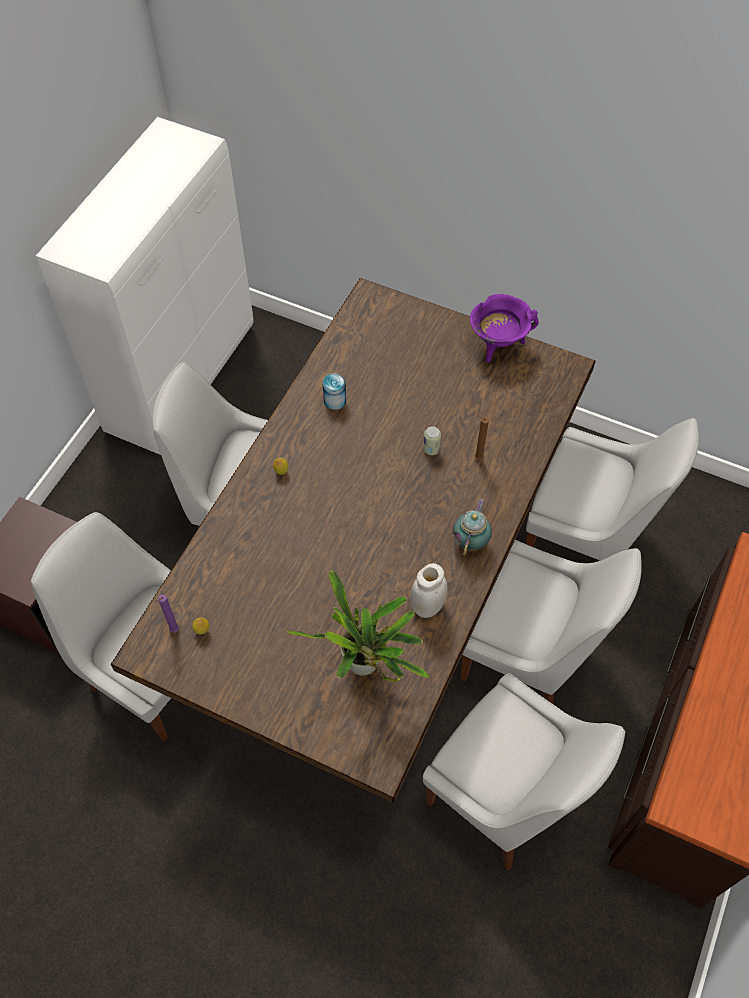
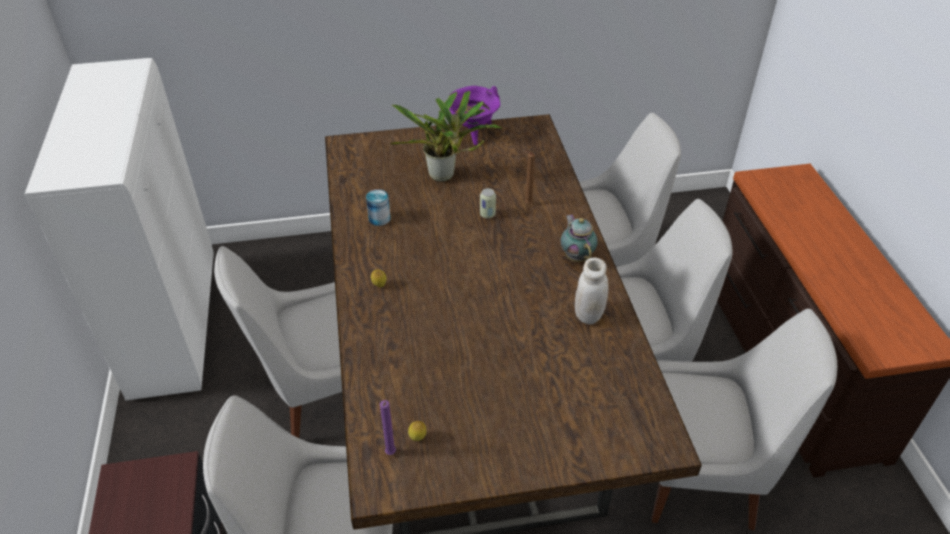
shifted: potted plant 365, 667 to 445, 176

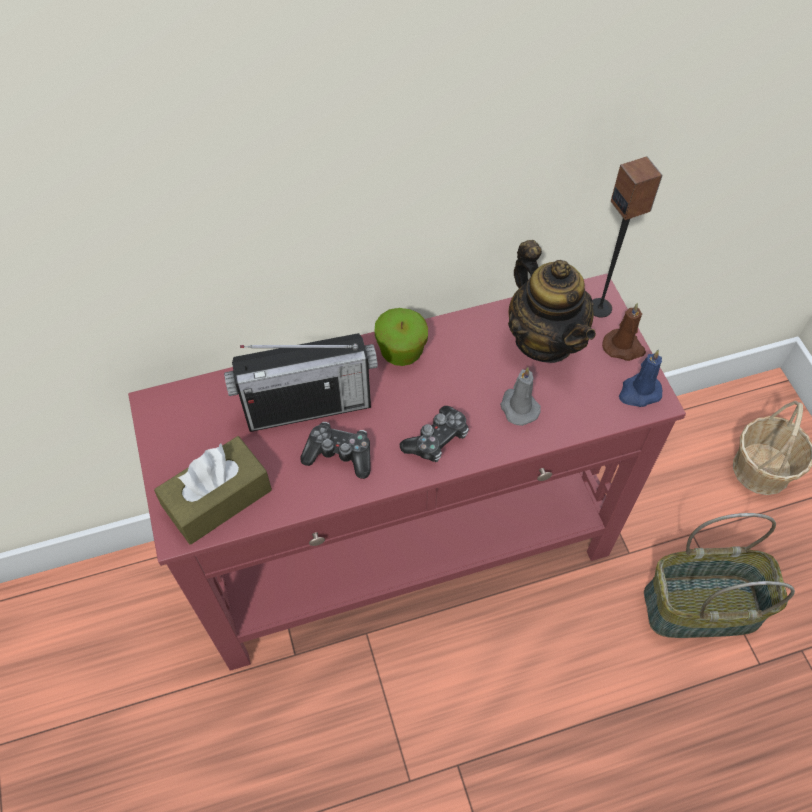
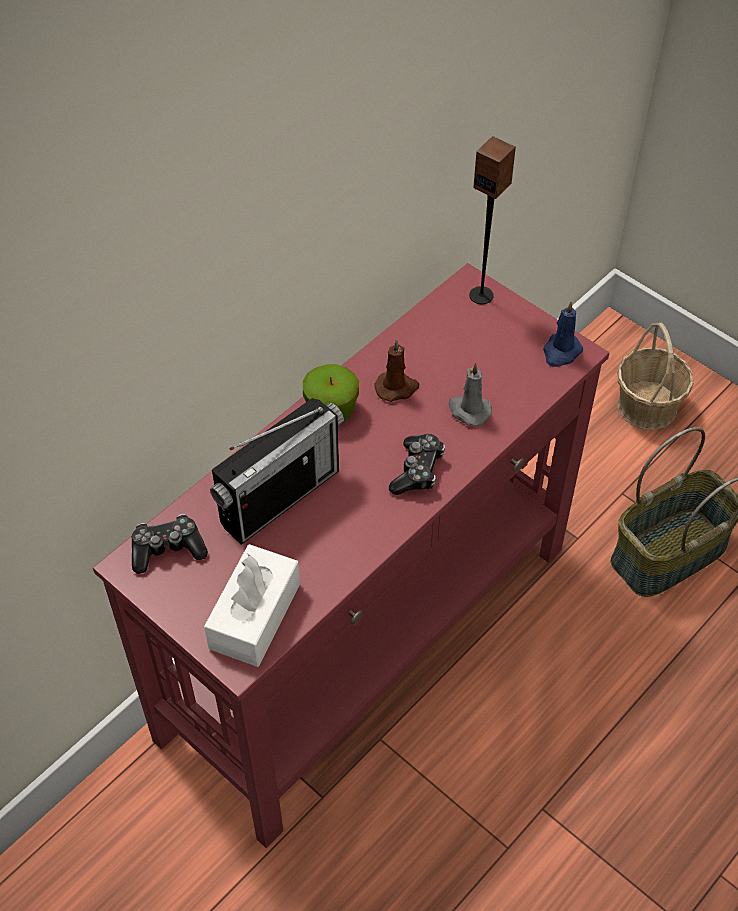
gone: teapot 544, 339
shifted: game controller 339, 454 to 167, 549; brown candle 623, 347 to 397, 388
repainted: brown tissue box 218, 499 to white tissue box 255, 616

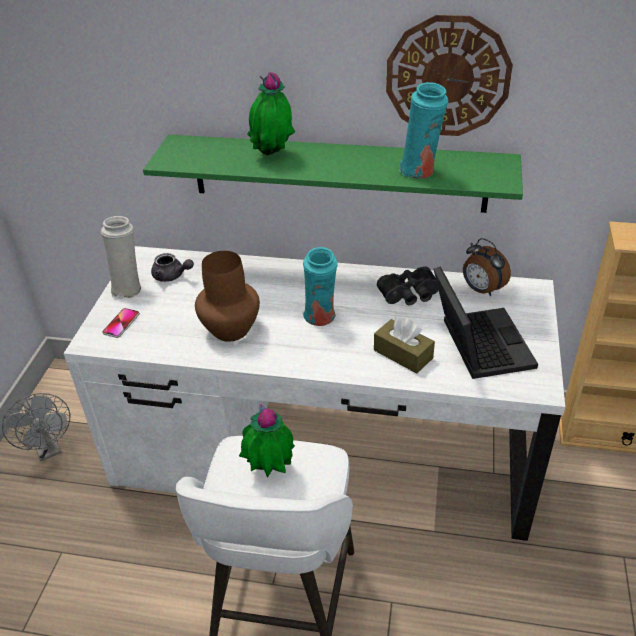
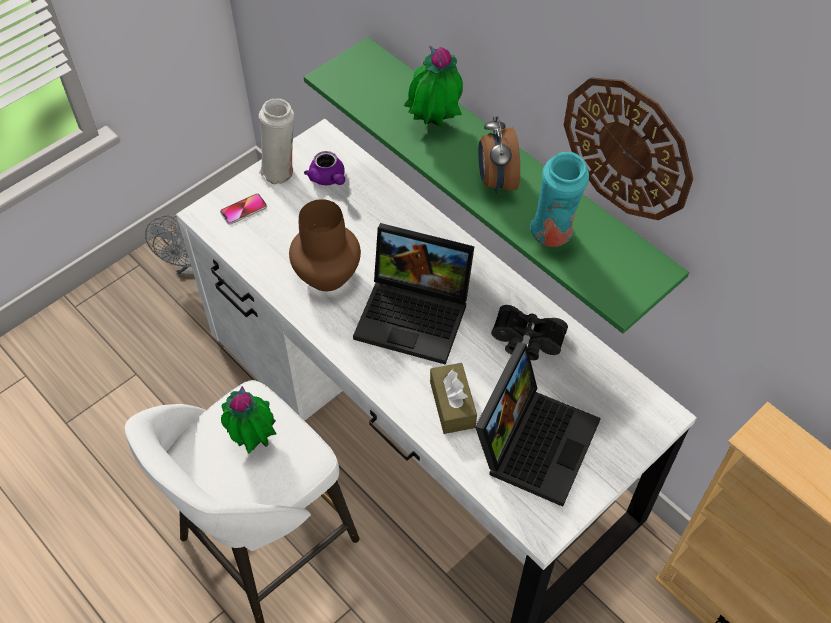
shifted: alarm clock 481, 290 to 496, 181
swapped: turquoise vase 321, 318 to laptop 416, 314
repainted: grey teapot 172, 276 to purple teapot 328, 179

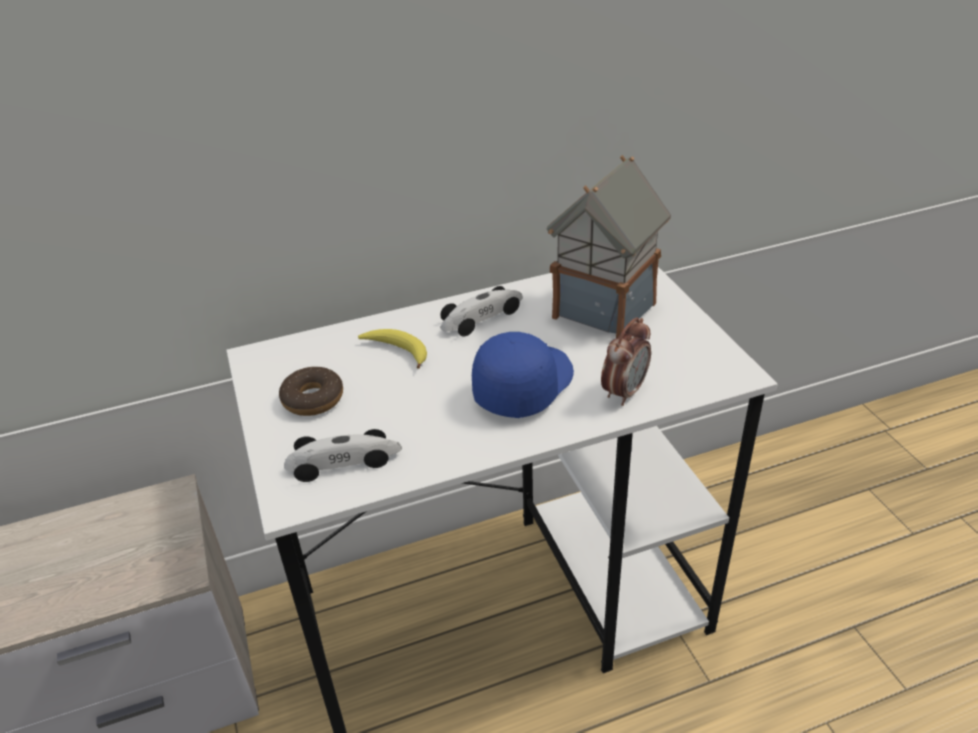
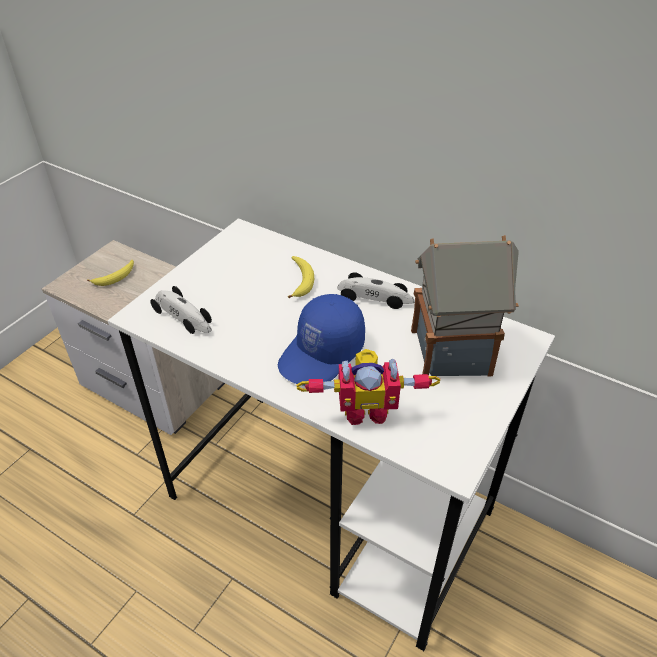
gone: donut 313, 399
new: banana 115, 277
swapped: alarm clock 624, 392 to toy robot 365, 409
rotated: blue cap 523, 385 = 322, 354 135 degrees clockwise

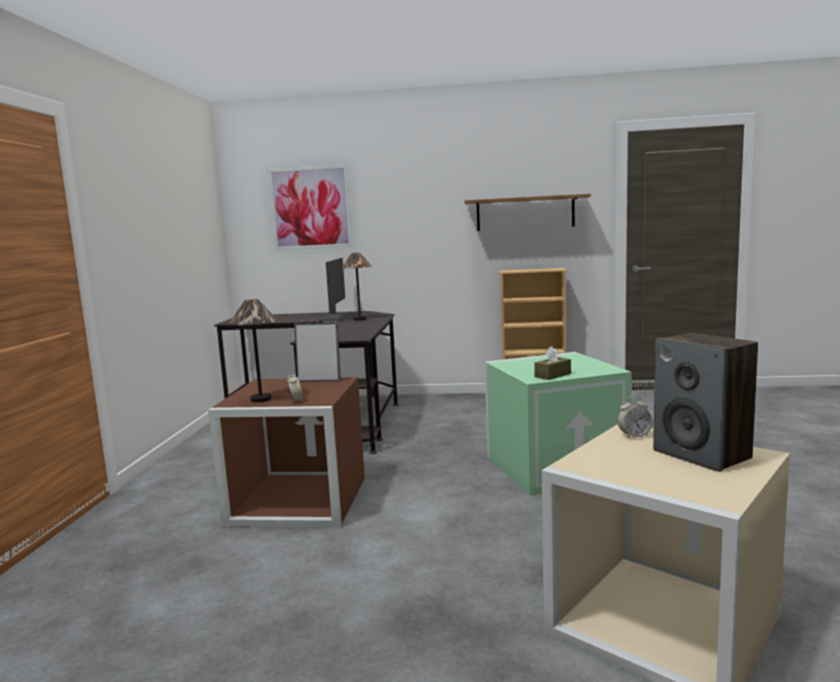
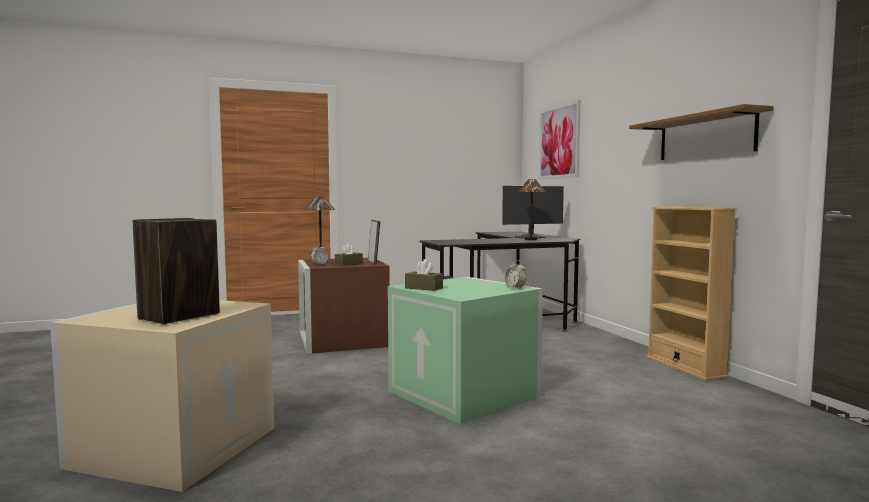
new: brown tissue box 349, 264
shifted: alarm clock 634, 435 to 515, 288

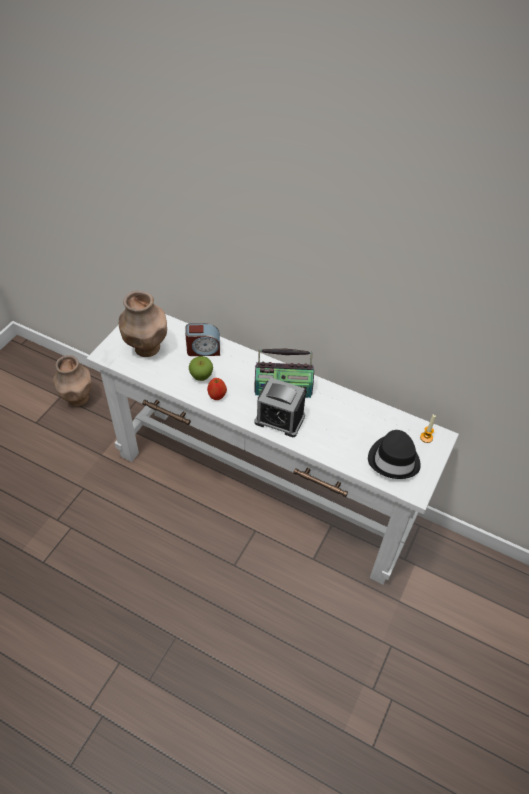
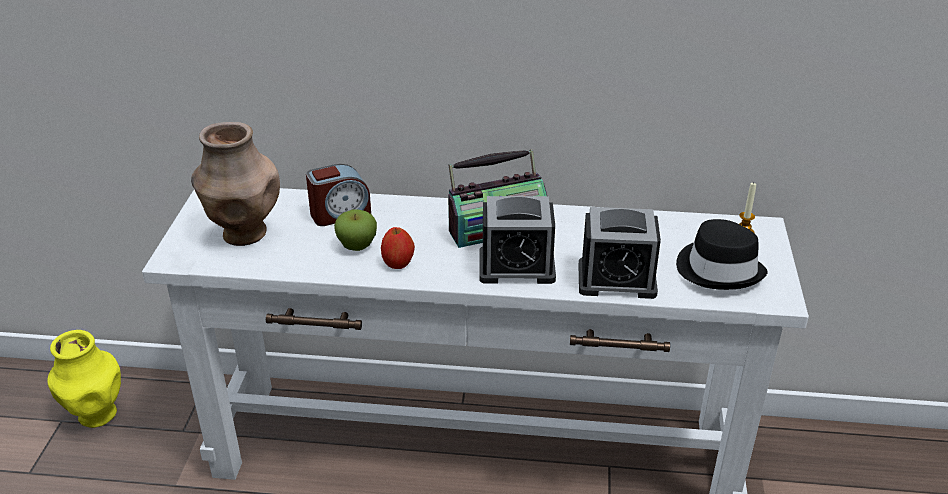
new: alarm clock 616, 280
repainted: brown vase 78, 399 to yellow vase 96, 415

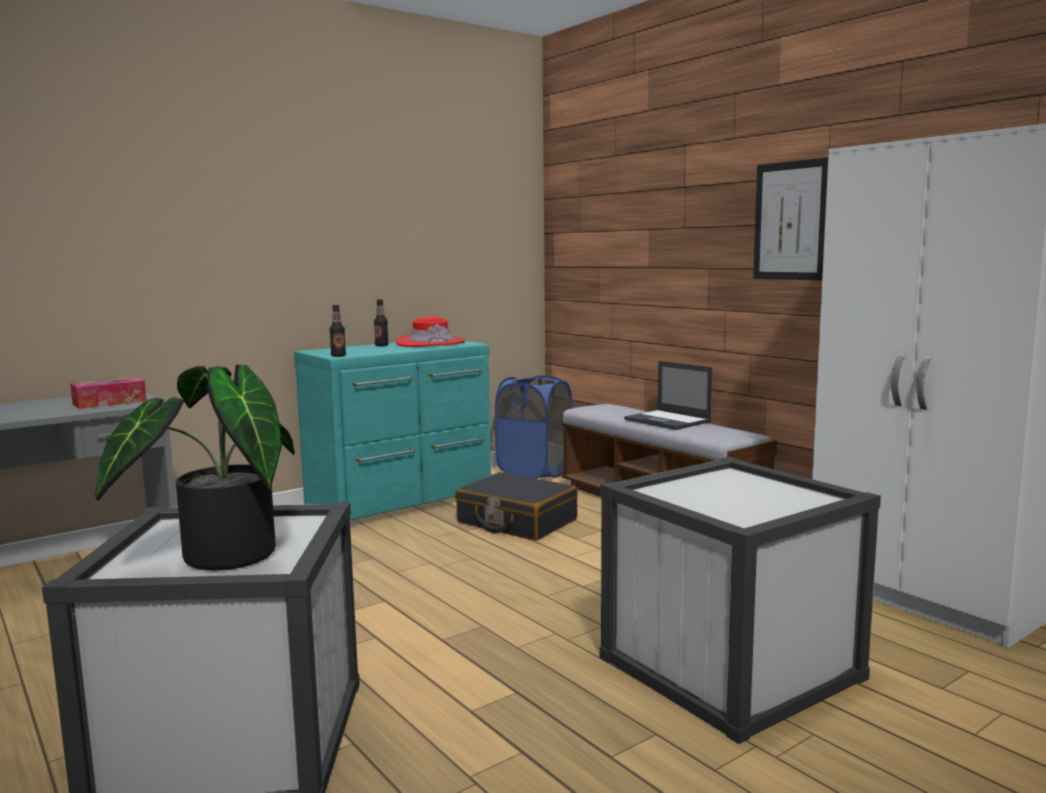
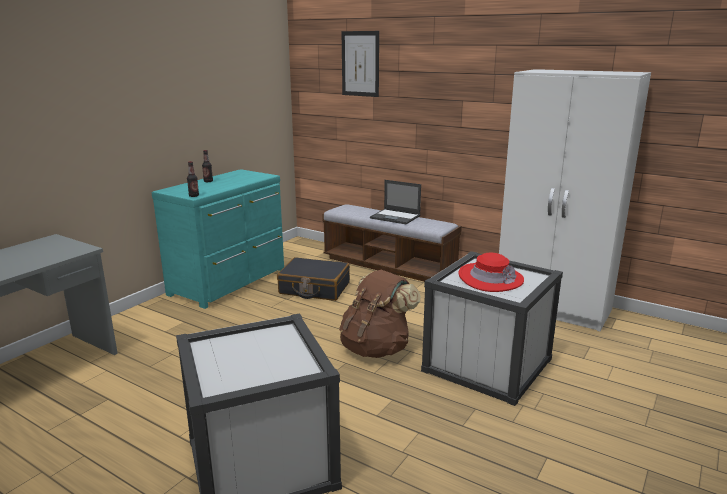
gone: tissue box 109, 402; potted plant 218, 556; blue laundry basket 535, 472
new: brown backpack 376, 348
shifted: red hat 430, 343 to 490, 278; picture 790, 221 to 360, 64

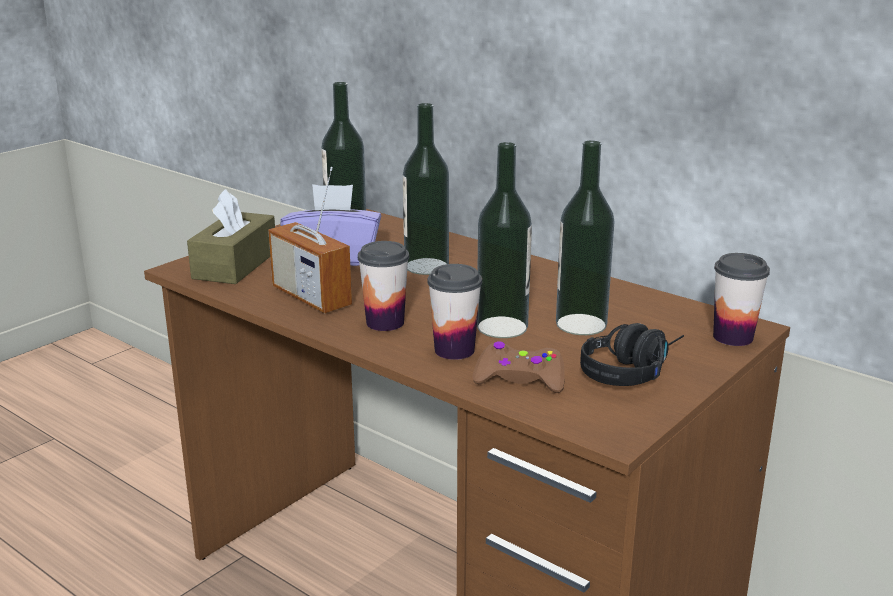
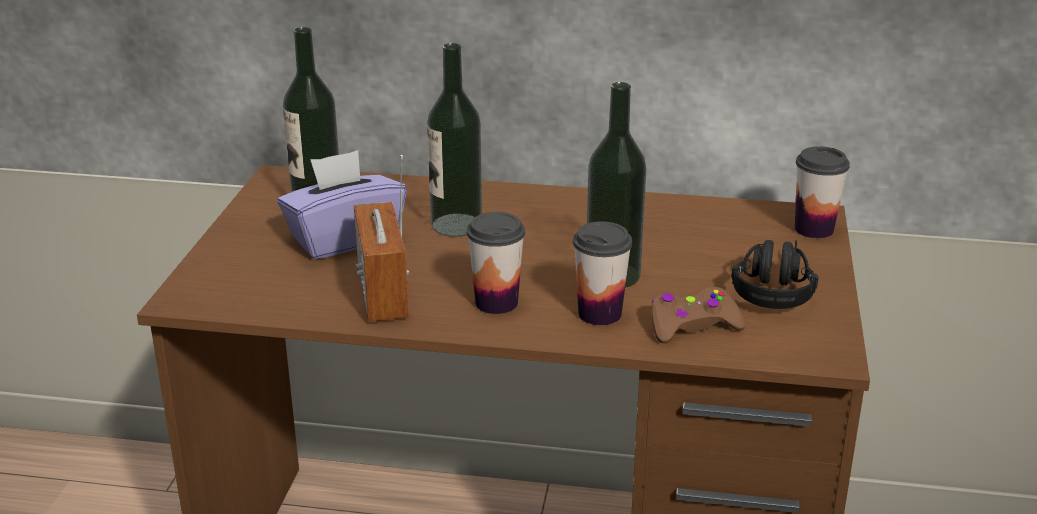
gone: brown tissue box 235, 265; bottle 581, 324
rotated: radio 311, 297 = 382, 295 60 degrees clockwise

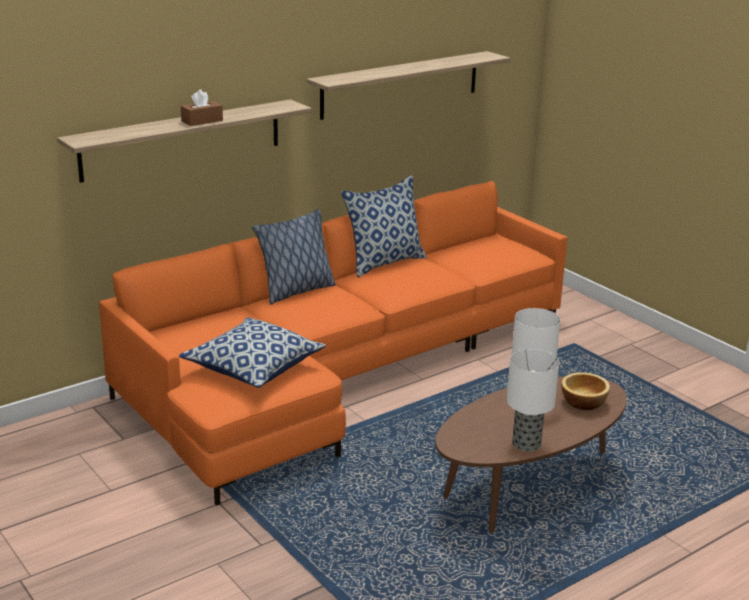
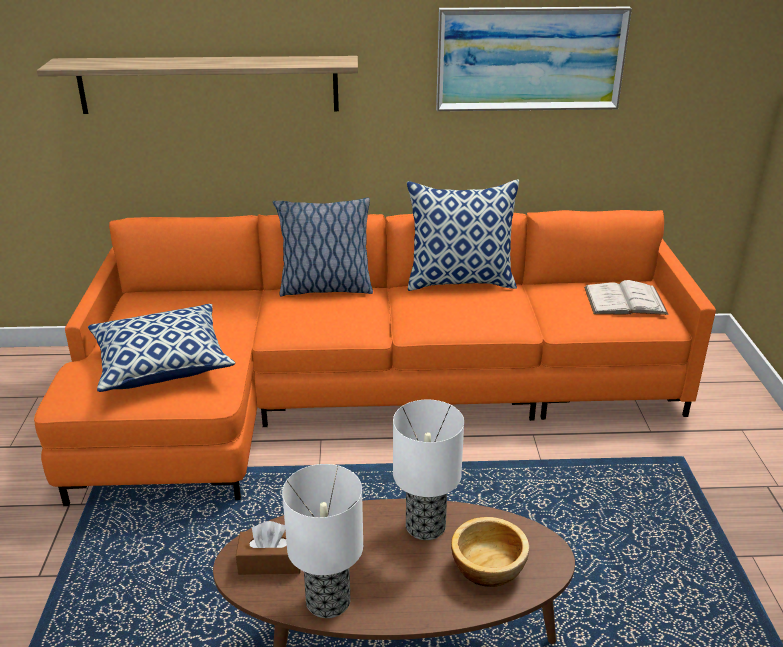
new: white book 625, 300
shifted: brown tissue box 202, 121 to 270, 562
swapped: shelf 401, 84 to picture 530, 59

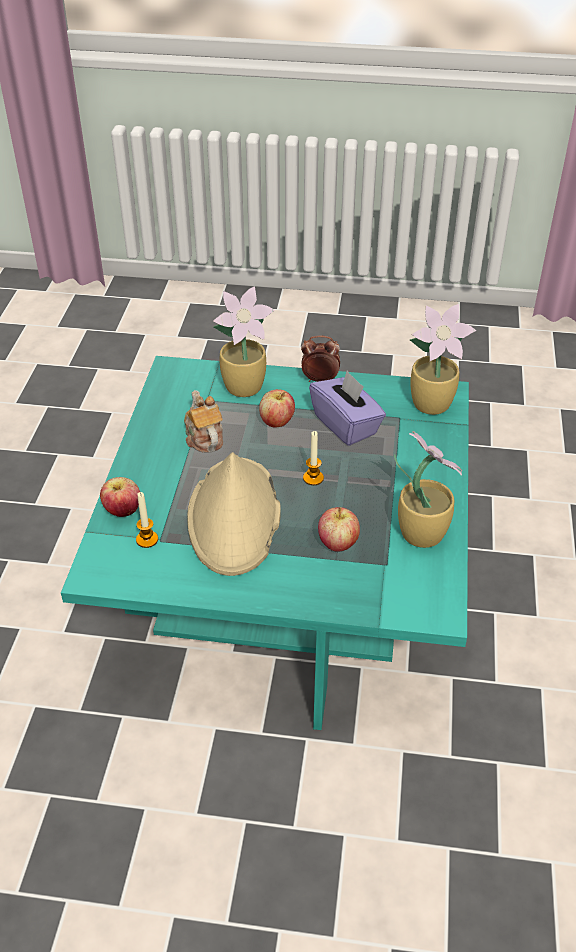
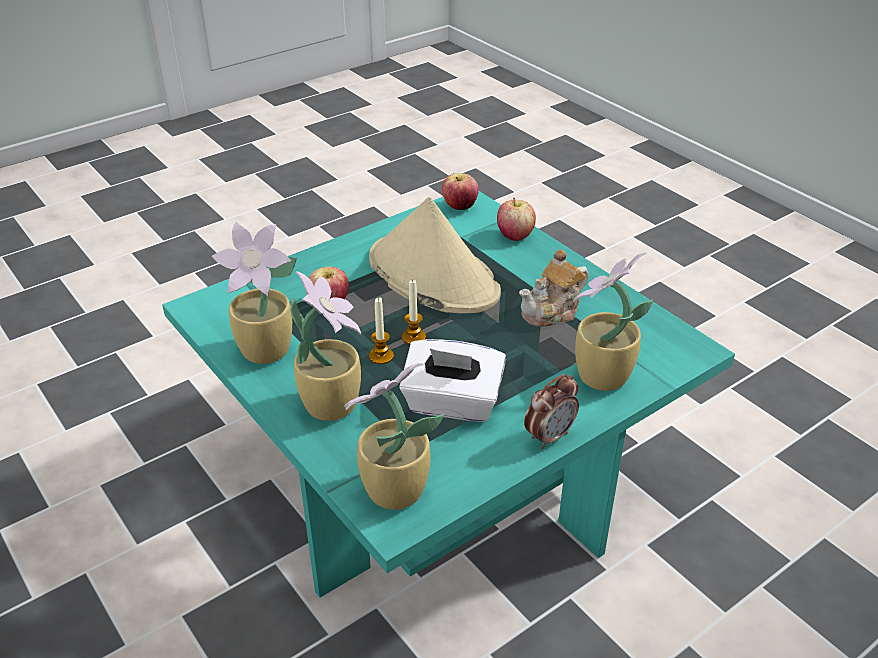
new: potted plant 331, 403
shifted: candle 147, 539 to 381, 356; apple 277, 422 to 459, 207
repainted: purple tissue box 346, 425 to white tissue box 452, 404
rotated: teapot 203, 438 = 552, 312 120 degrees clockwise

